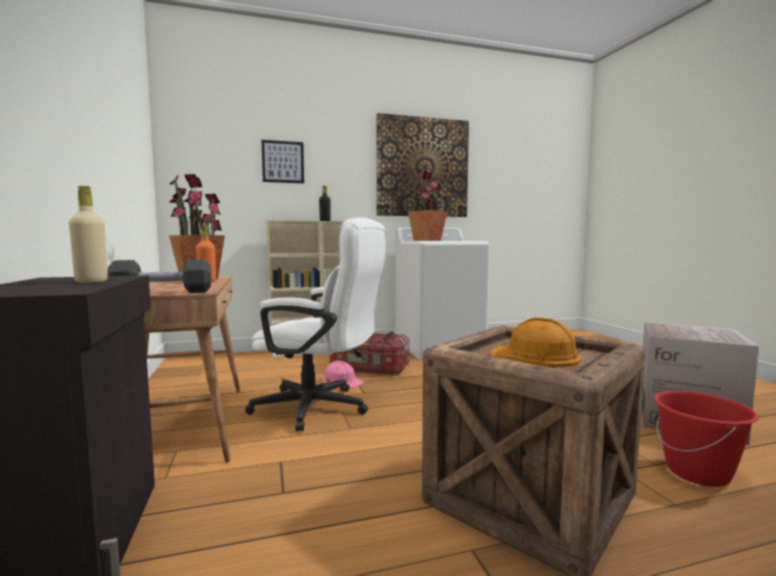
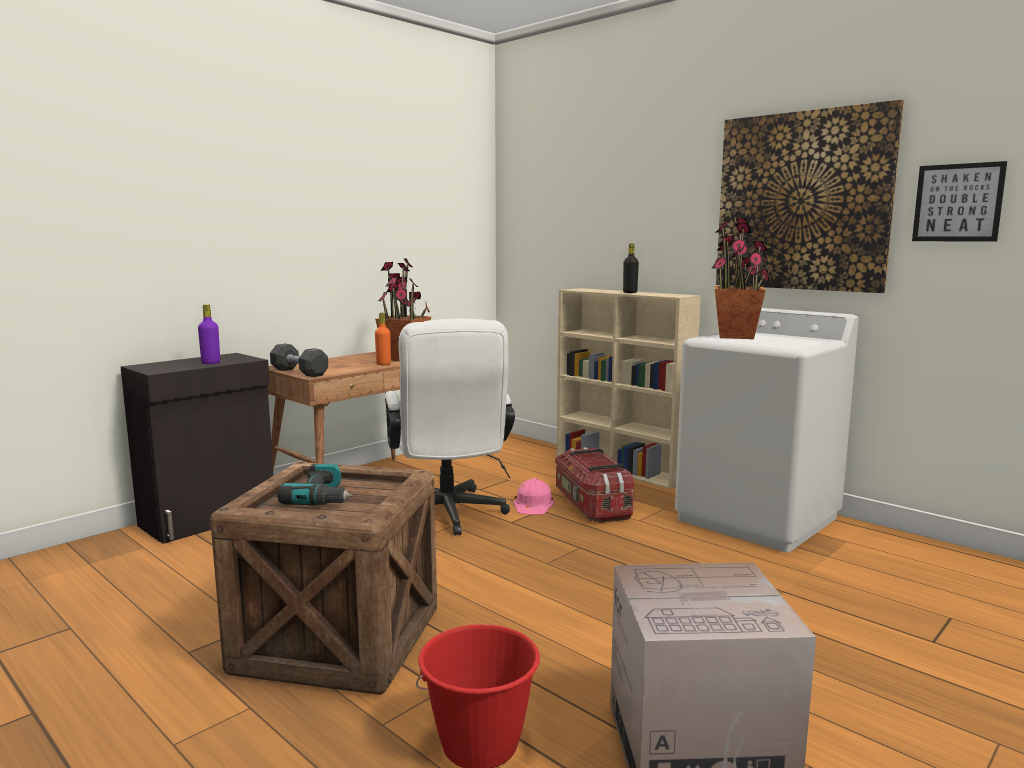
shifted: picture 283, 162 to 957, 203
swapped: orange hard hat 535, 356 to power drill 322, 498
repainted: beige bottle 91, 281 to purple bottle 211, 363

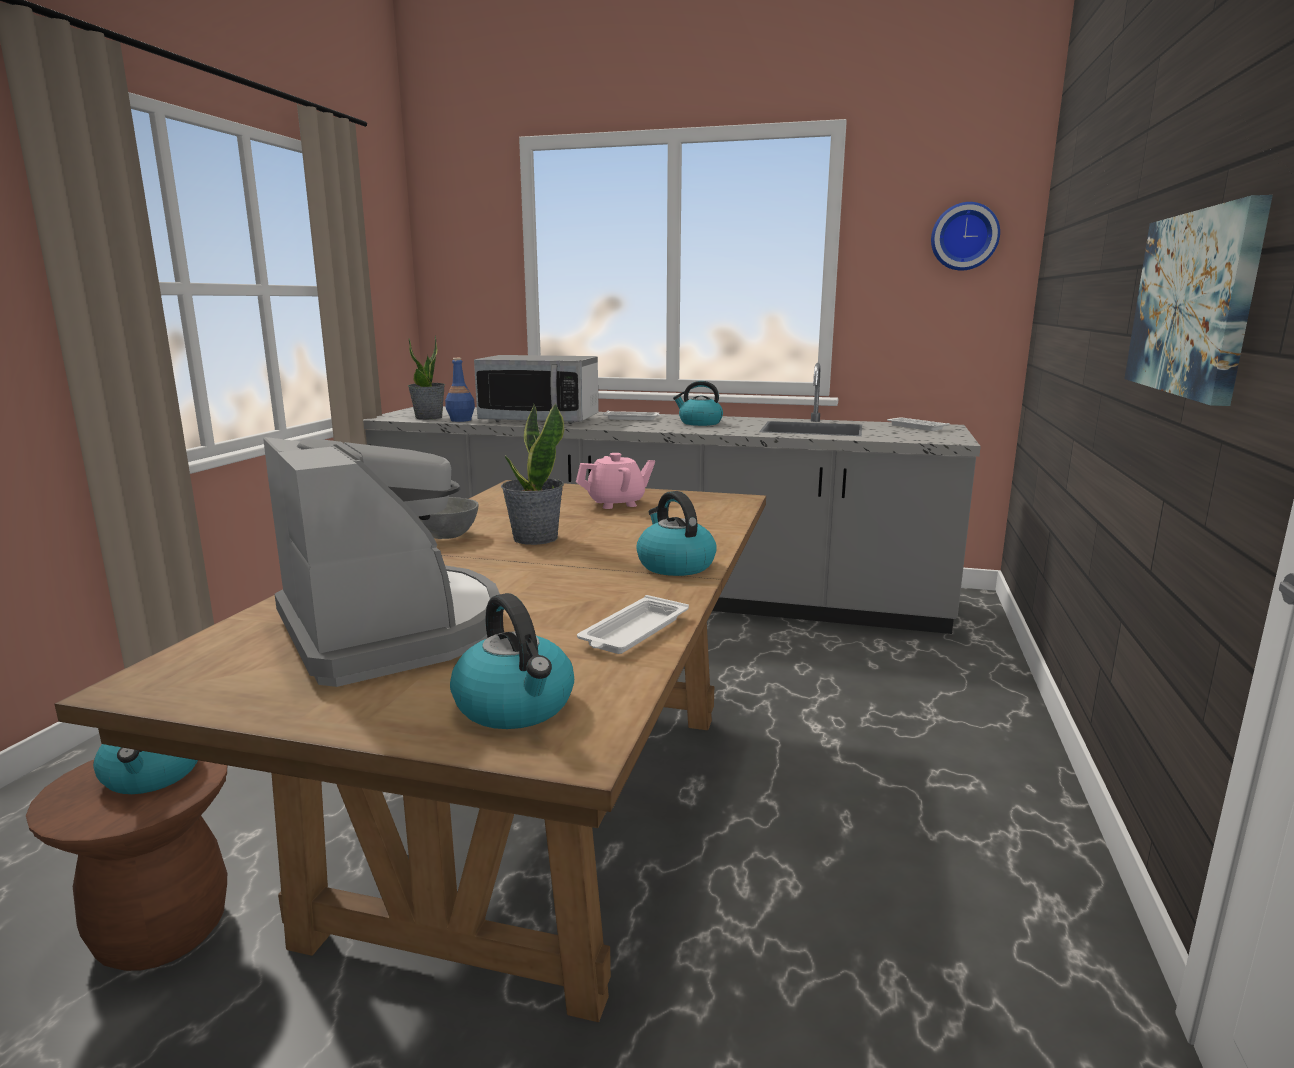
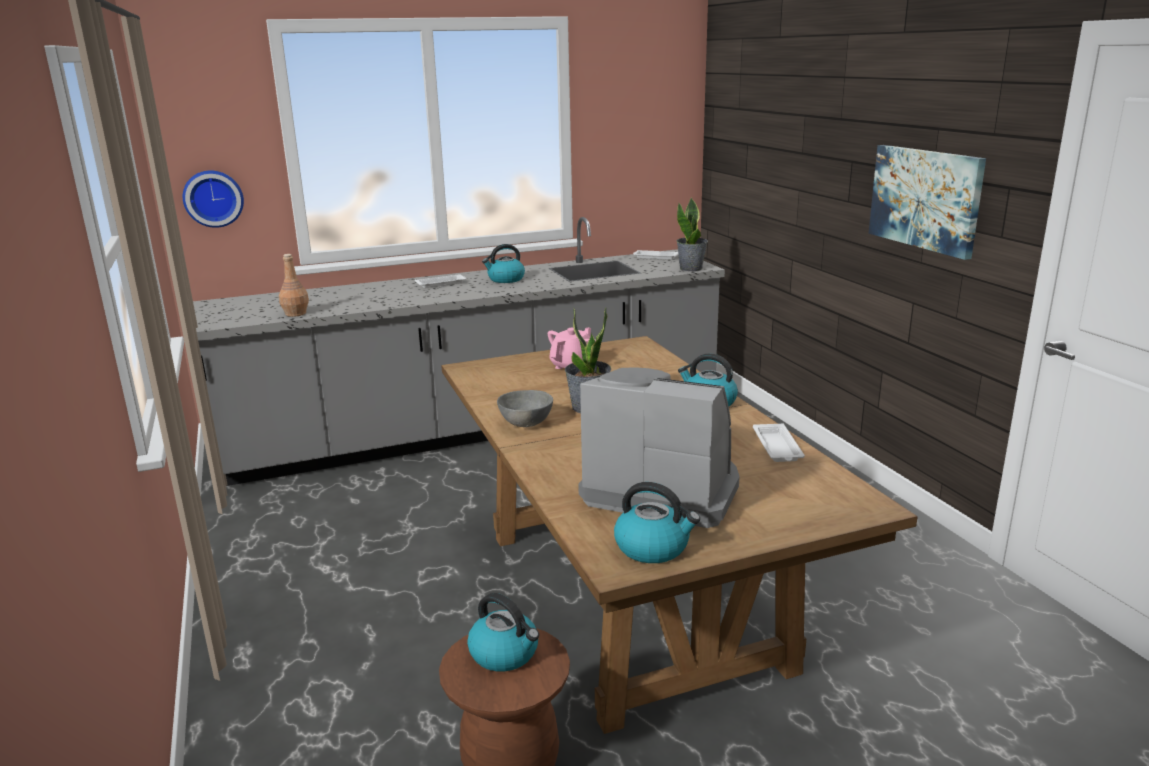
gone: microwave 540, 419
shifted: potted plant 429, 417 to 691, 268; kettle 516, 706 to 653, 547; wall clock 964, 237 to 213, 198
repainted: blue bottle 461, 420 to brown bottle 296, 313

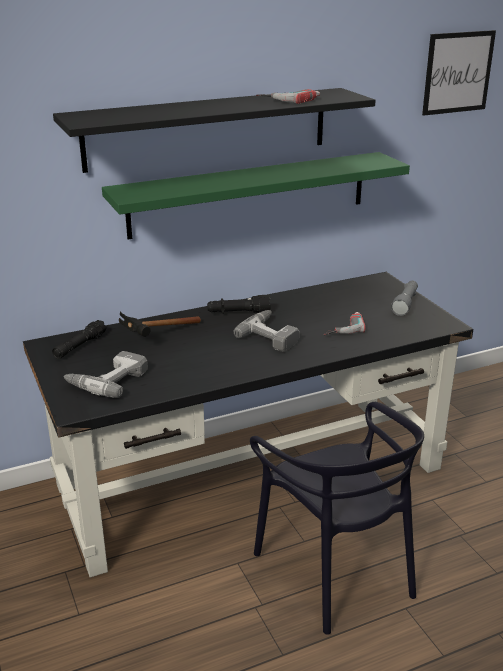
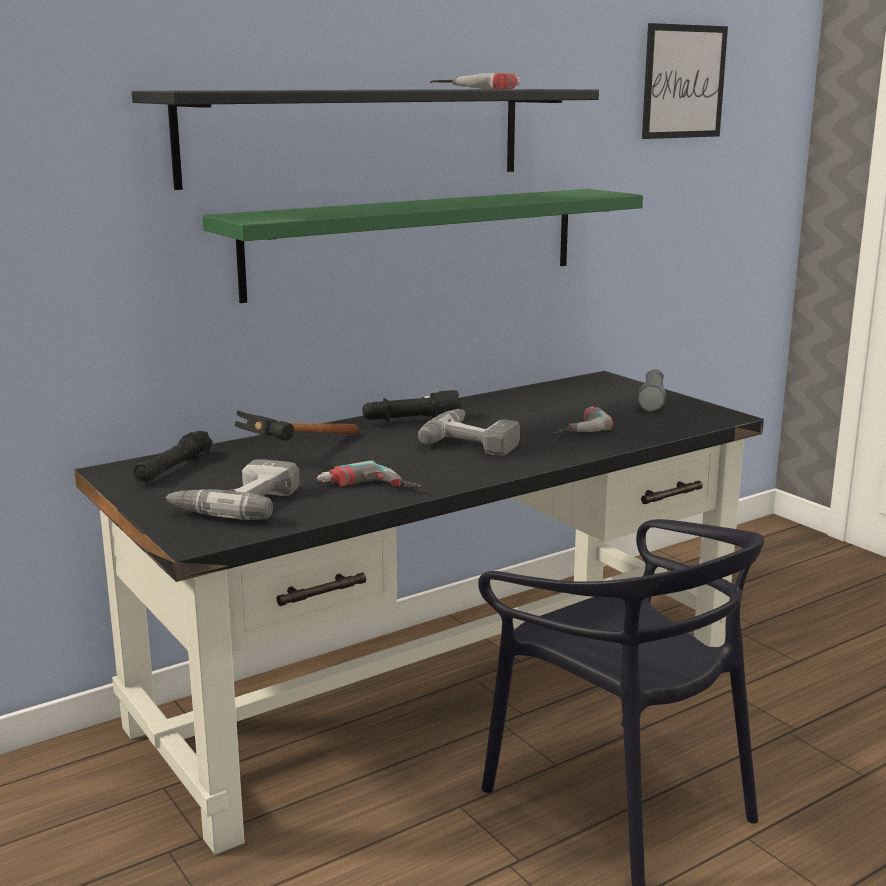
new: power drill 367, 489

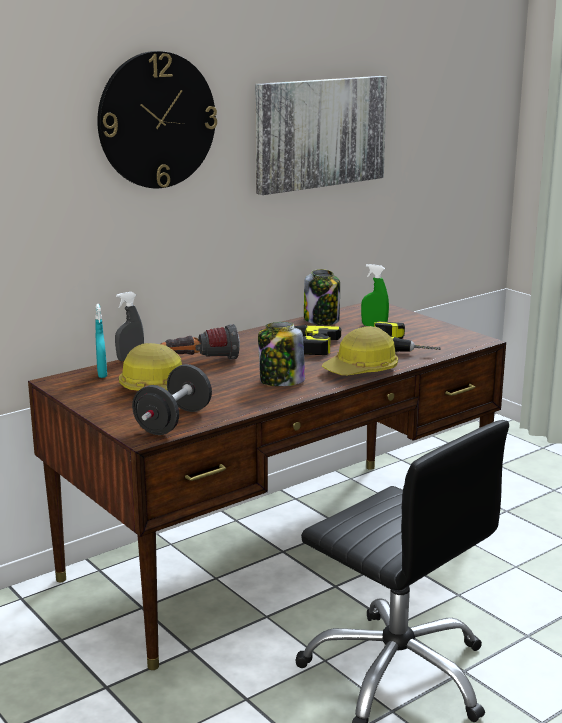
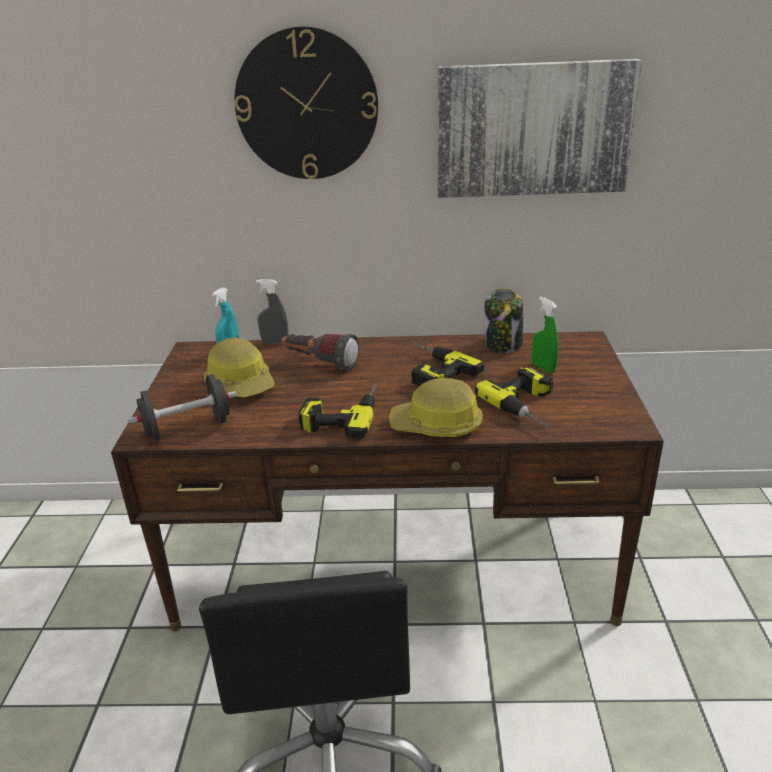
swapped: jar 281, 382 to power drill 342, 413

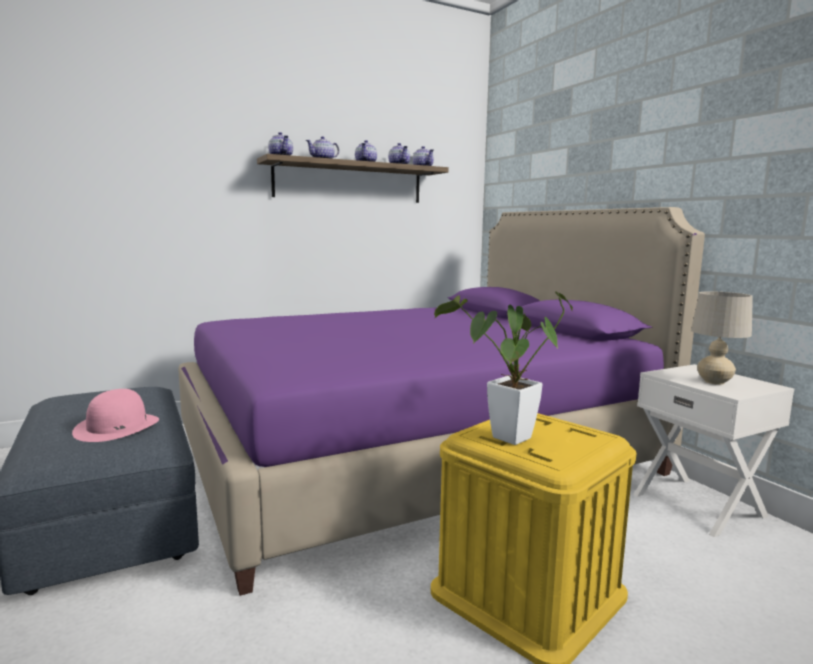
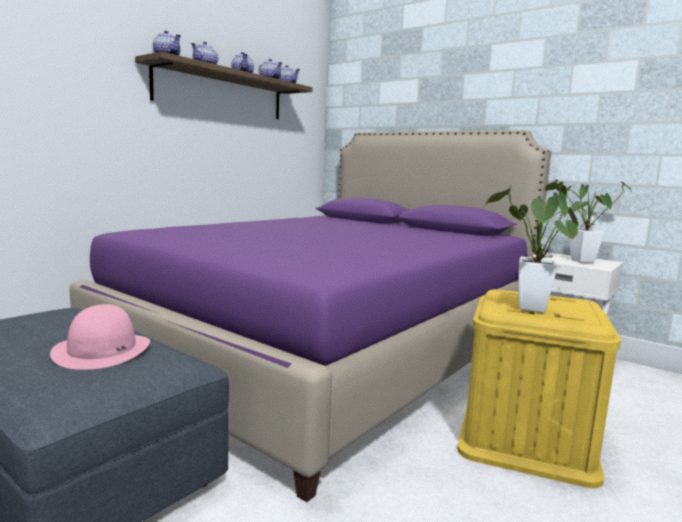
swapped: beige table lamp 714, 382 to potted plant 577, 261

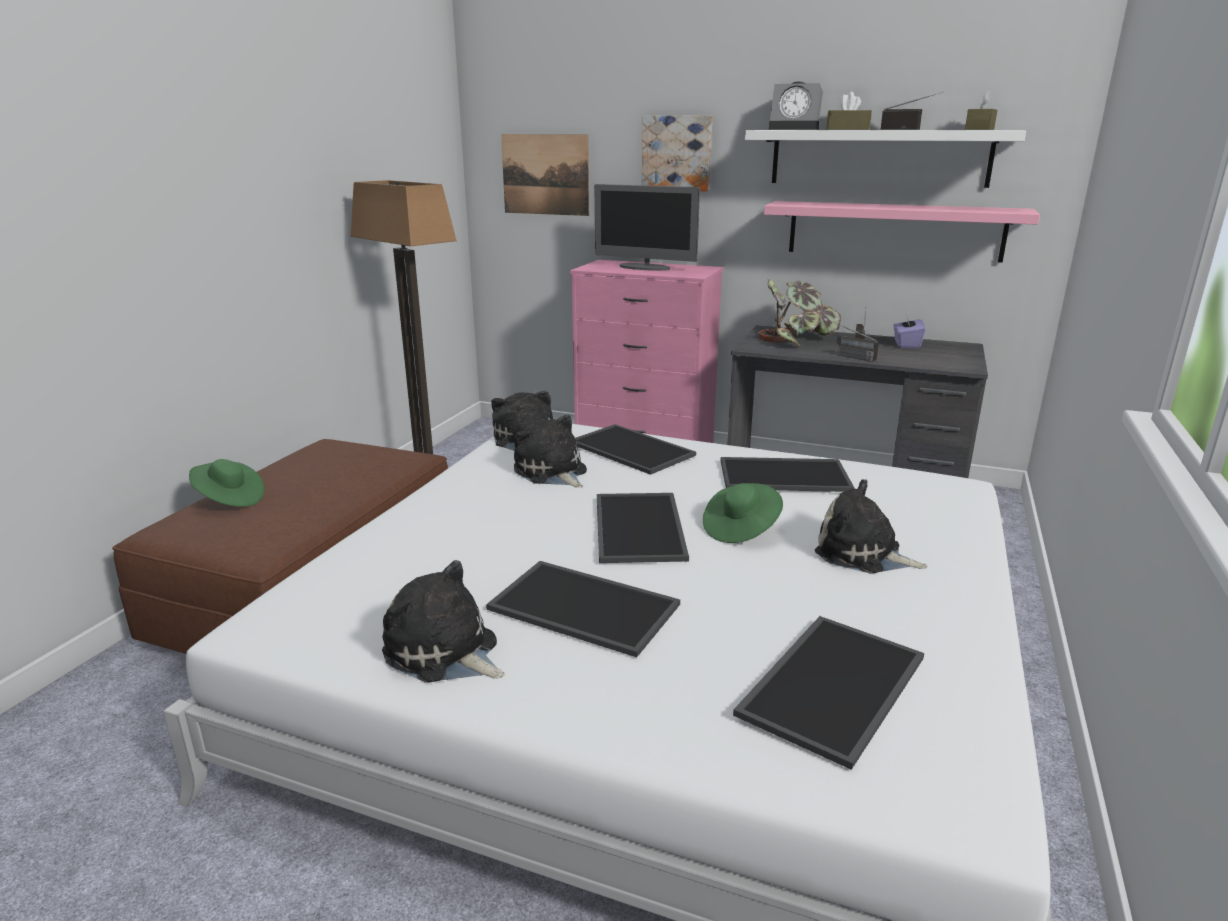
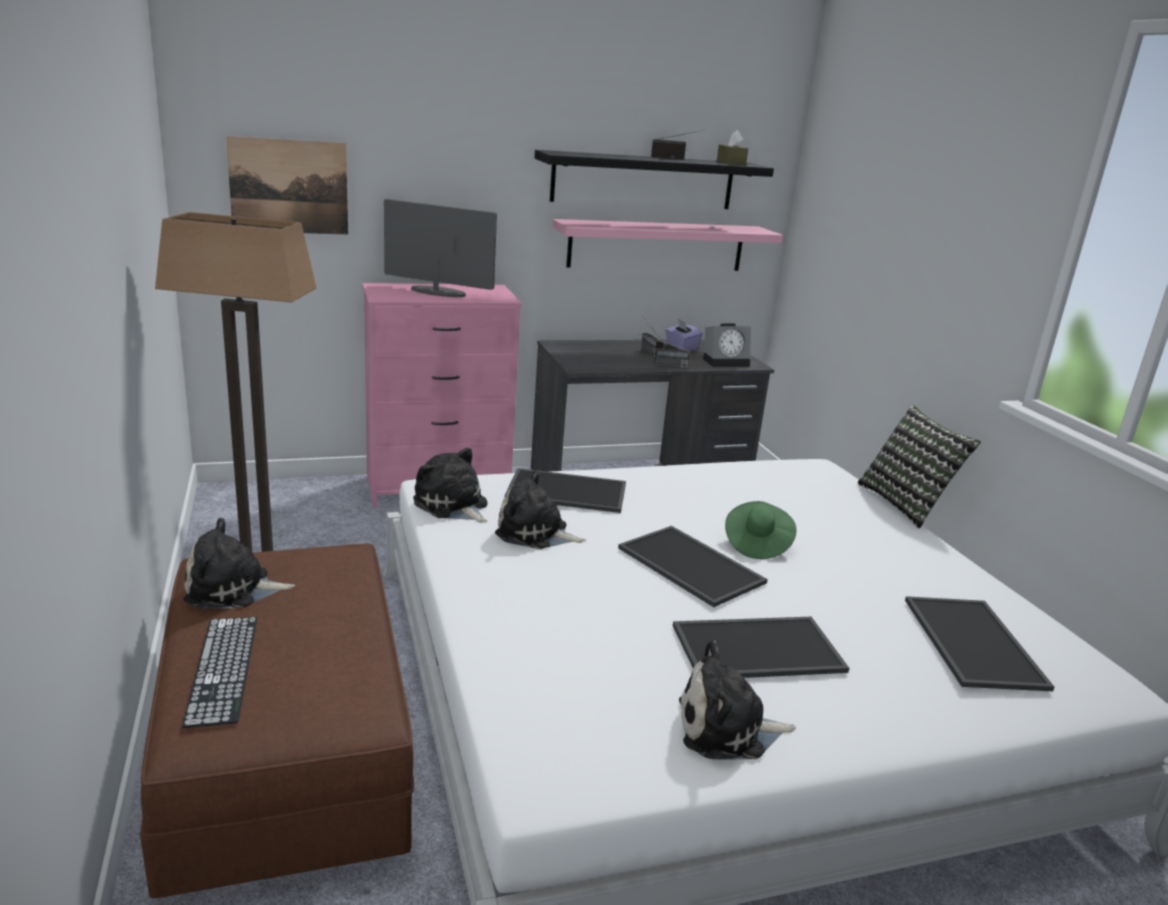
gone: picture 677, 153; tray 785, 474; potted plant 796, 340; brown tissue box 847, 129
new: pillow 906, 503
shifted: alarm clock 795, 129 to 726, 362; plush toy 862, 554 to 233, 589
swapped: green hat 230, 499 to keyboard 223, 668
repainted: white shelf 879, 158 to black shelf 643, 181
rotated: monitor 645, 268 = 437, 292 150 degrees counterclockwise

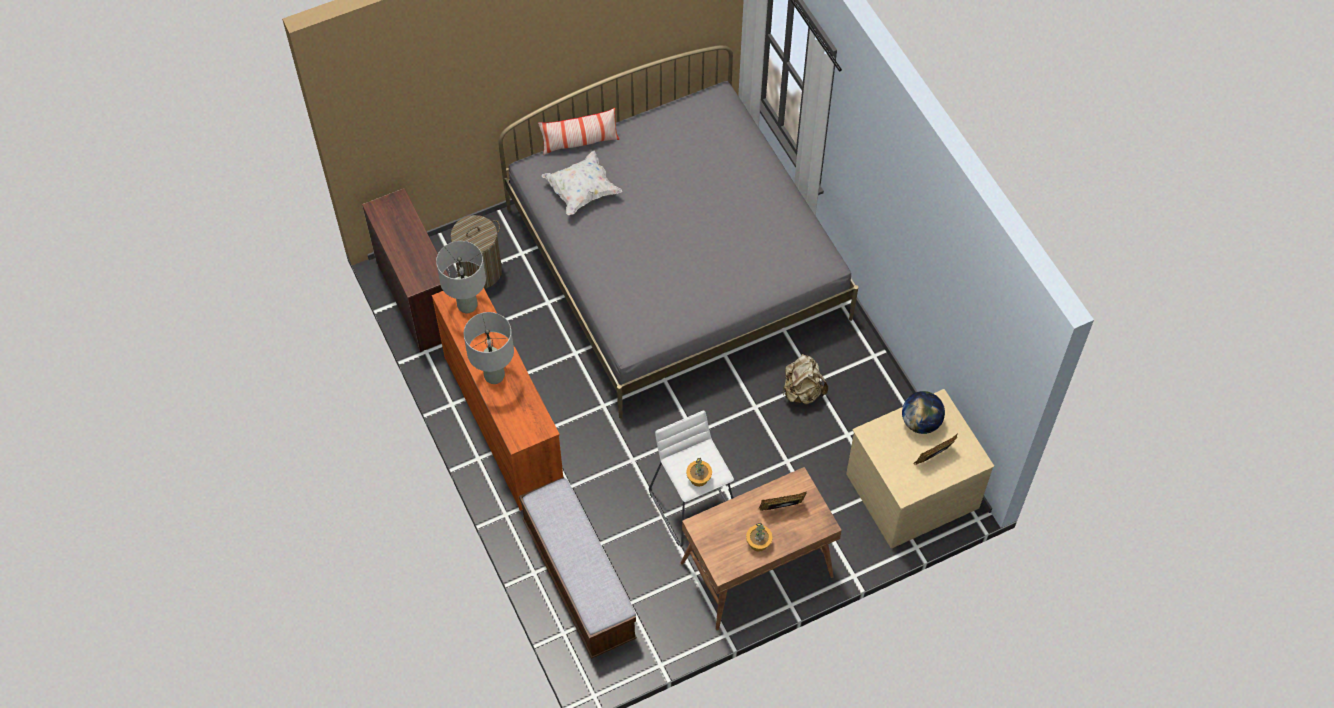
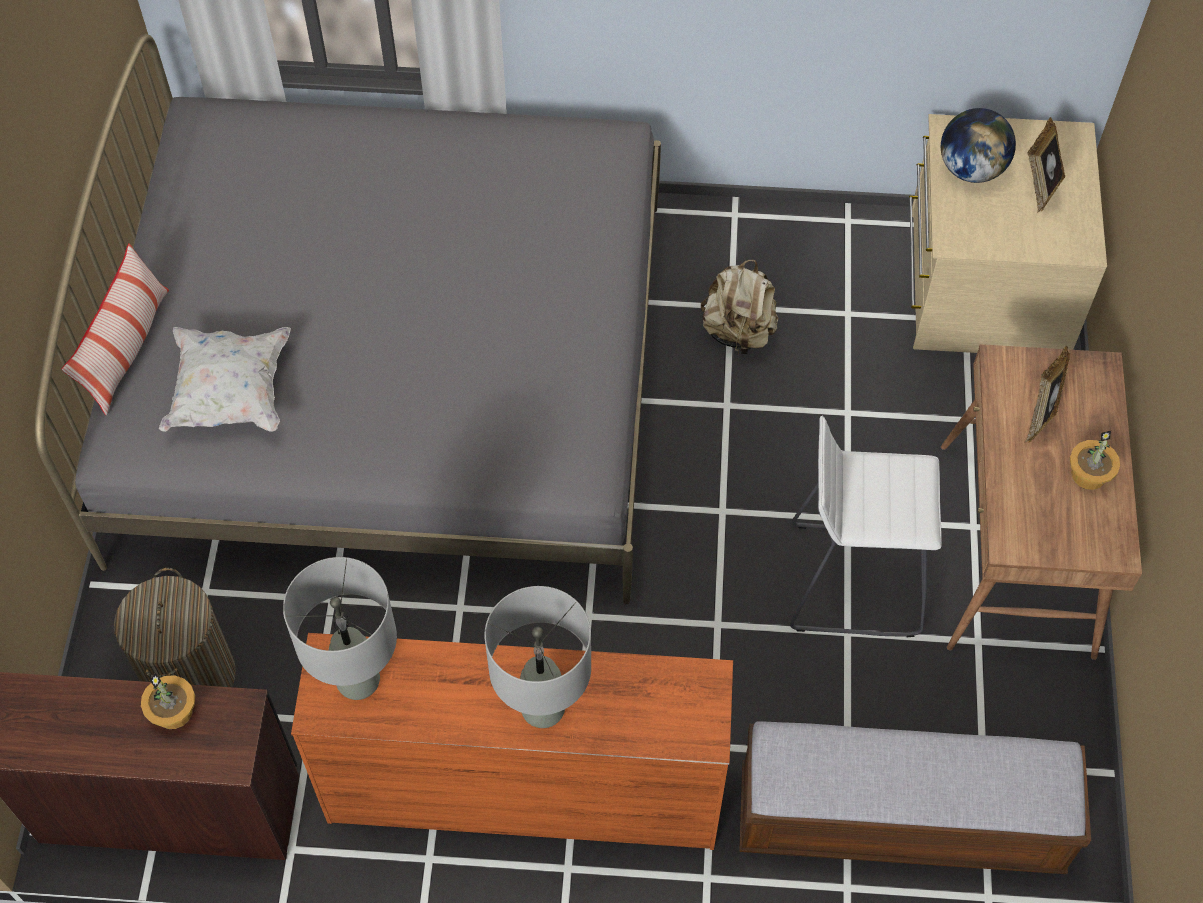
shifted: potted plant 699, 478 to 174, 711

